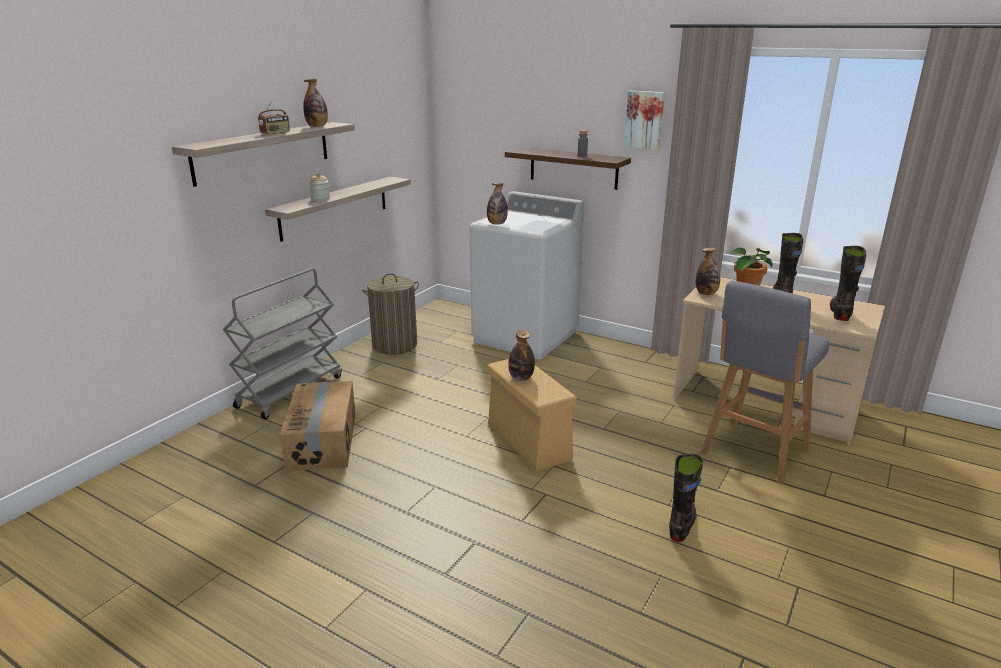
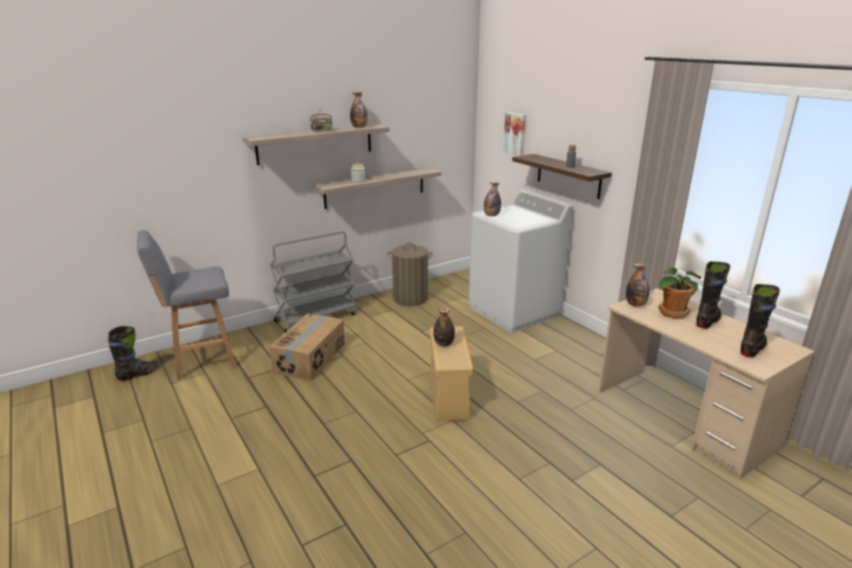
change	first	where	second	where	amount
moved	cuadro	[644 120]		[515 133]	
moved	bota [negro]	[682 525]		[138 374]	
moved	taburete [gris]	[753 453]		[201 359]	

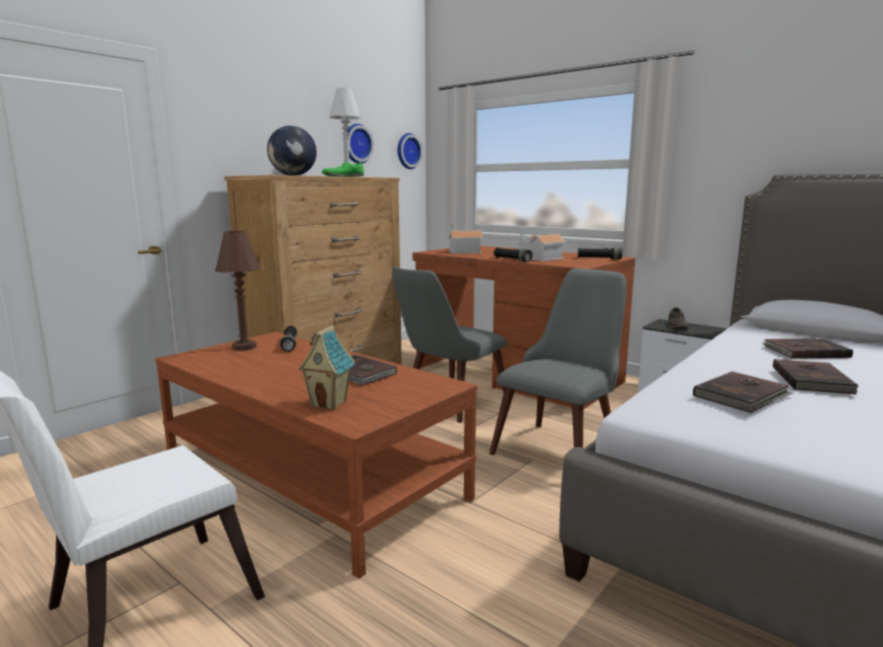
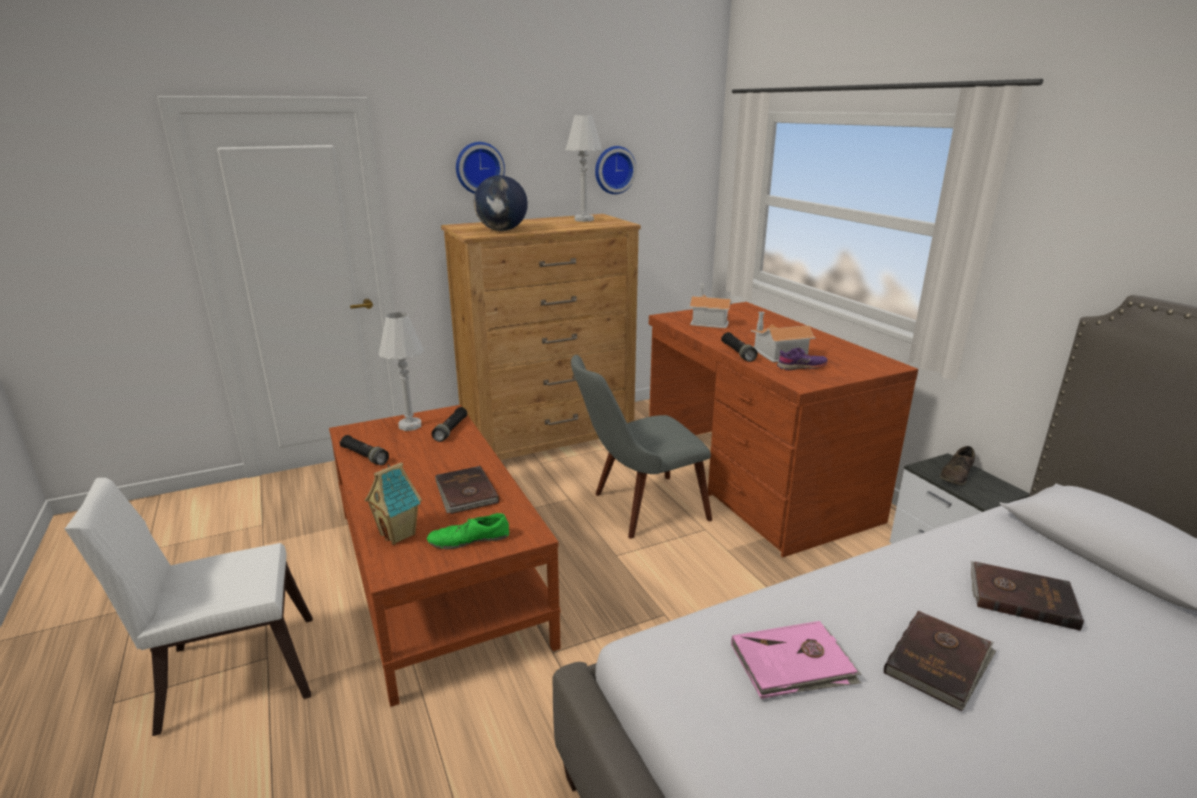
change	first	where	second	where	amount
removed	silla [gris]	[562 445]			
added			zapato [morado]	[801 367]	
moved	zapato [verde]	[343 176]		[469 539]	
moved	reloj de pared	[407 151]		[479 168]	
moved	linterna [negro]	[599 259]		[365 456]	
recoloured	lámpara de mesa [marrón]	[244 347]	lámpara de mesa [blanco]	[410 425]	
recoloured	libro [marrón]	[742 395]	libro [rosa]	[793 664]	

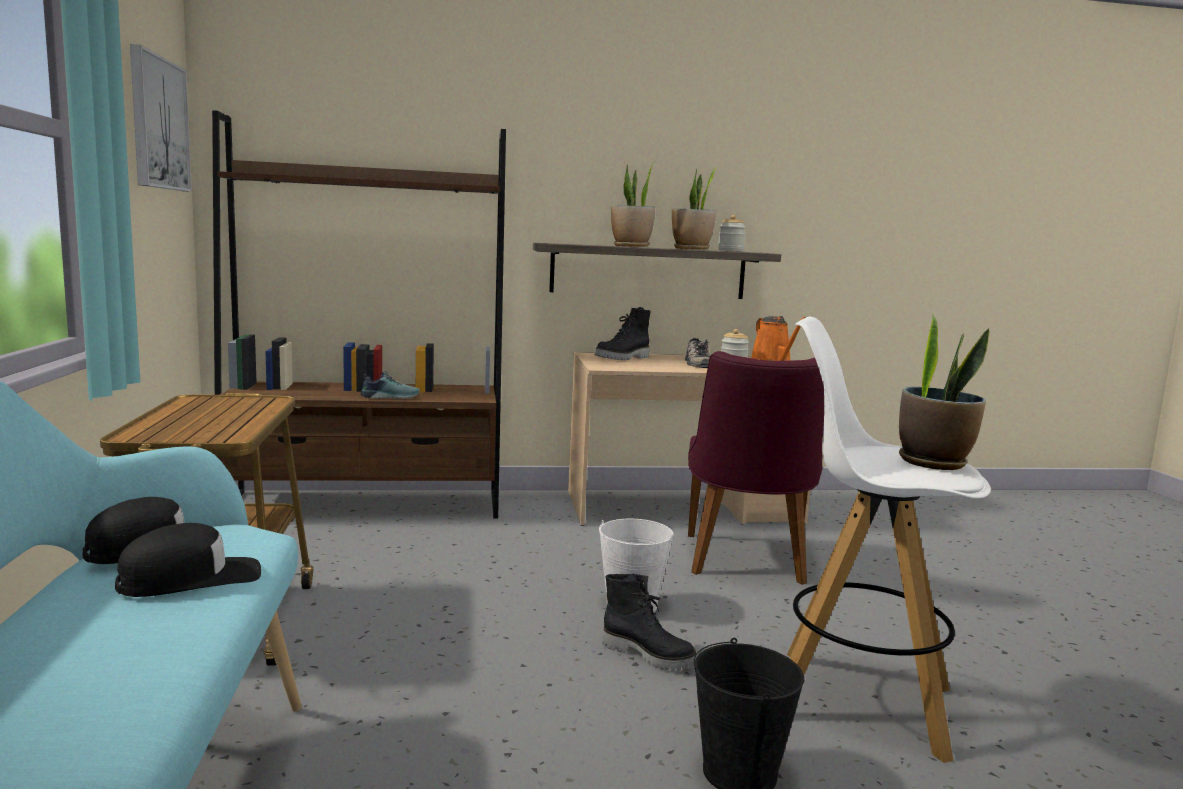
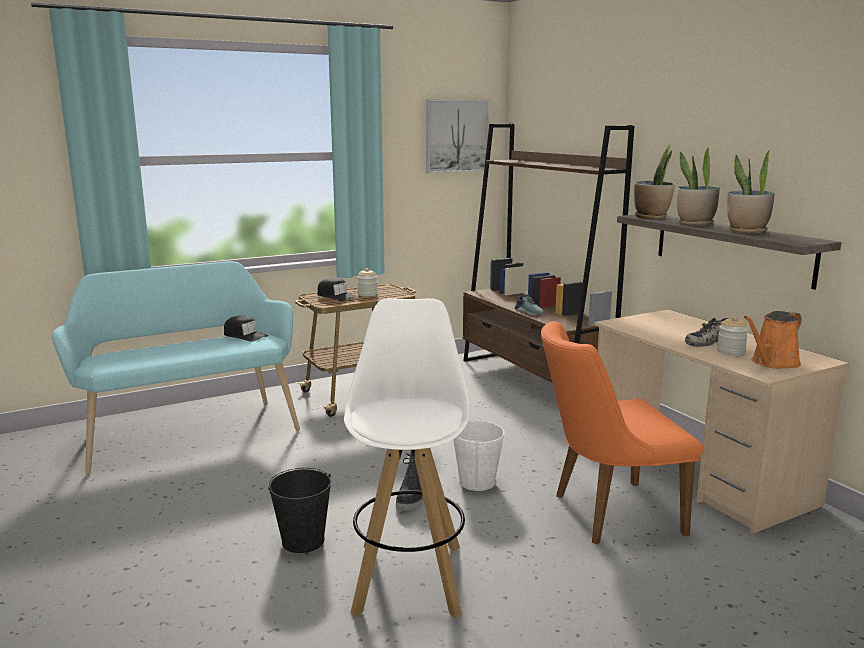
change	first	where	second	where	amount
removed	bota [negro]	[623 358]			
moved	gorra [negro]	[191 578]		[336 296]	
moved	tarro	[730 251]		[367 294]	
moved	planta en maceta	[933 462]		[651 217]	
recoloured	silla [morado]	[746 563]	silla [naranja]	[605 513]	

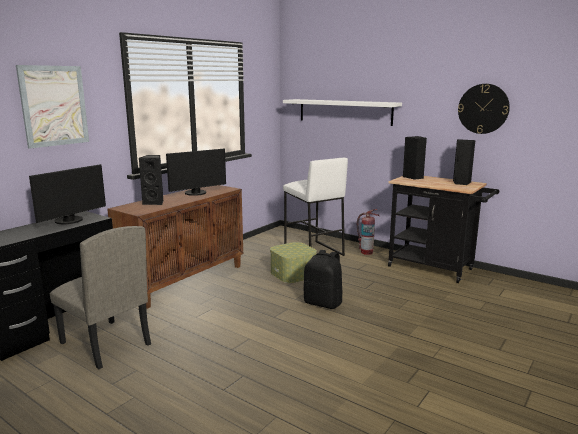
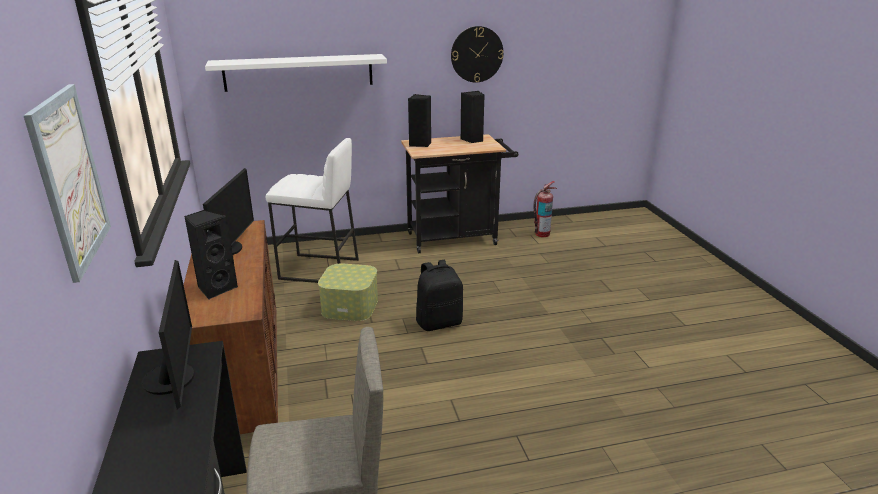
change	first	where	second	where	amount
moved	extintor	[366 252]		[542 234]	

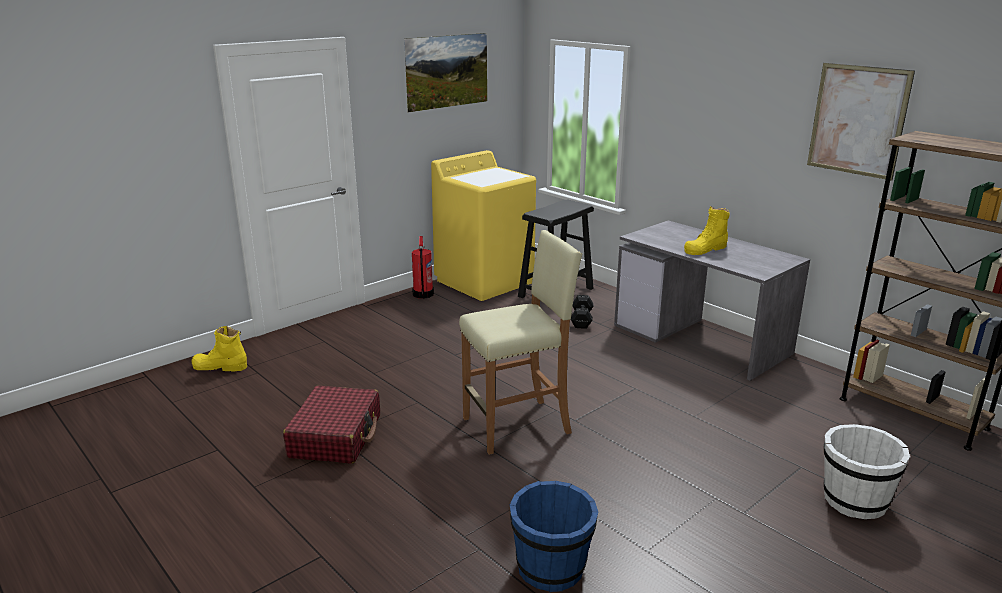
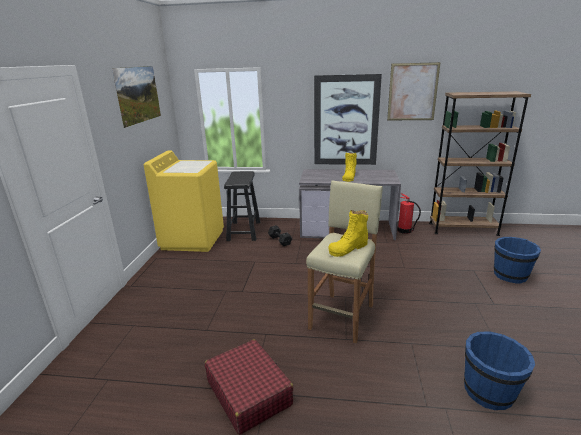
change	first	where	second	where	amount
added			cuadro	[346 121]	
moved	bota [amarillo]	[220 367]		[348 248]	
moved	extintor	[423 294]		[405 231]	
recoloured	cubo [blanco]	[854 501]	cubo [azul]	[510 275]	

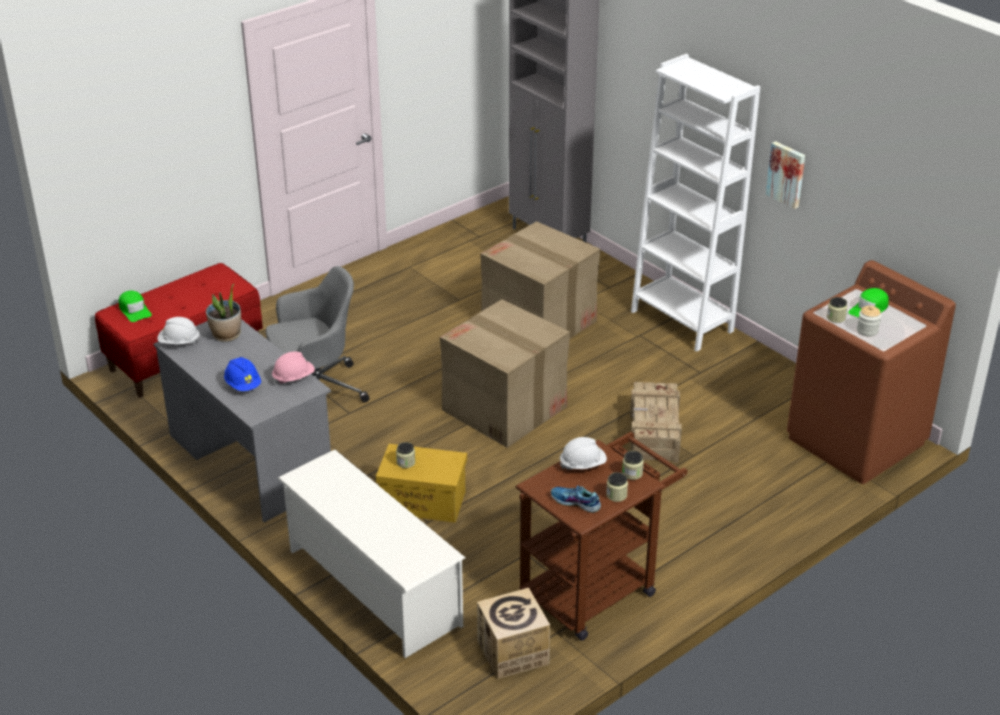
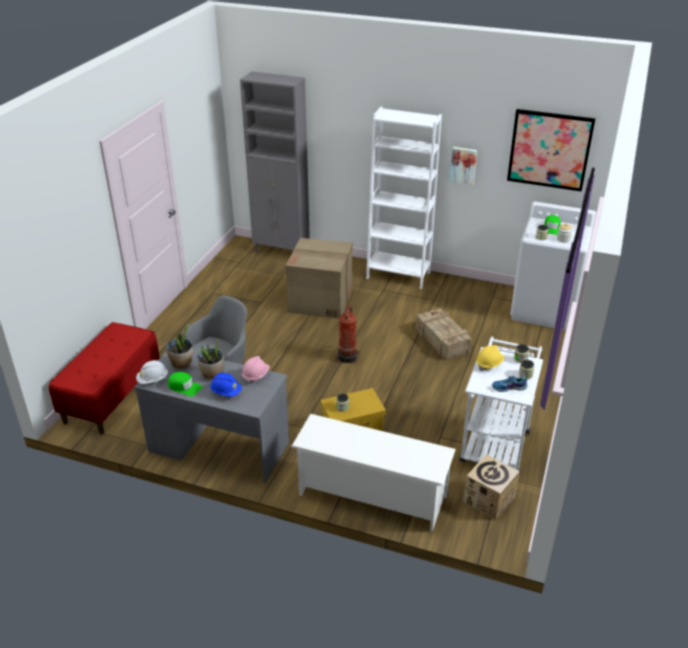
change	first	where	second	where	amount
added			planta en maceta	[212 374]	
added			cuadro	[549 150]	
moved	gorra [verde]	[134 310]		[184 387]	
replaced	caja de cartón	[505 408]	extintor	[348 356]	
recoloured	carrito [marrón]	[596 587]	carrito [blanco]	[496 441]	
recoloured	casco [blanco]	[582 464]	casco [amarillo]	[489 364]	
recoloured	lavadora [marrón]	[856 441]	lavadora [blanco]	[544 309]	

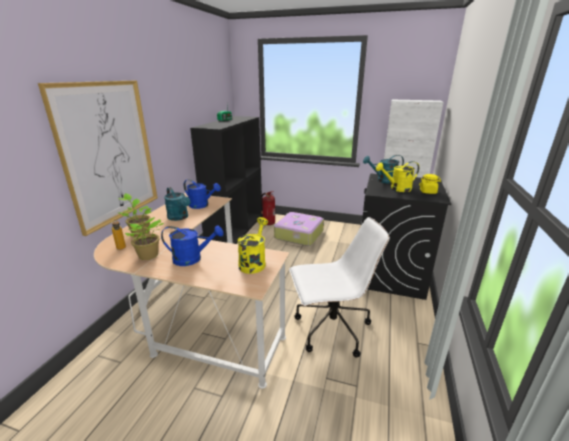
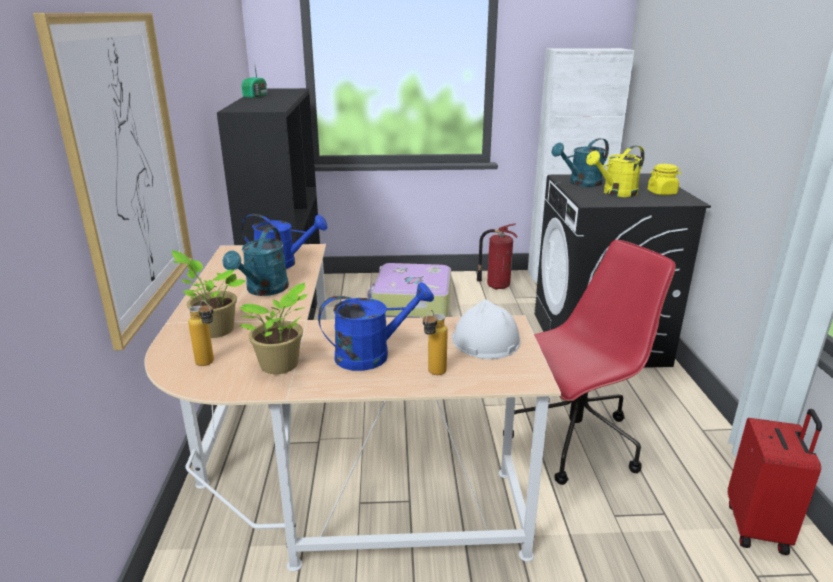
change	first	where	second	where	amount
added			botella	[433 374]	
added			maleta [rojo]	[758 528]	
moved	extintor	[268 223]		[496 285]	
replaced	regadera [amarillo]	[253 262]	casco [blanco]	[485 340]	
recoloured	silla de oficina [blanco]	[331 330]	silla de oficina [rojo]	[571 442]	
turned	regadera [turquesa]	[179 217]		[263 290]	75 degrees clockwise

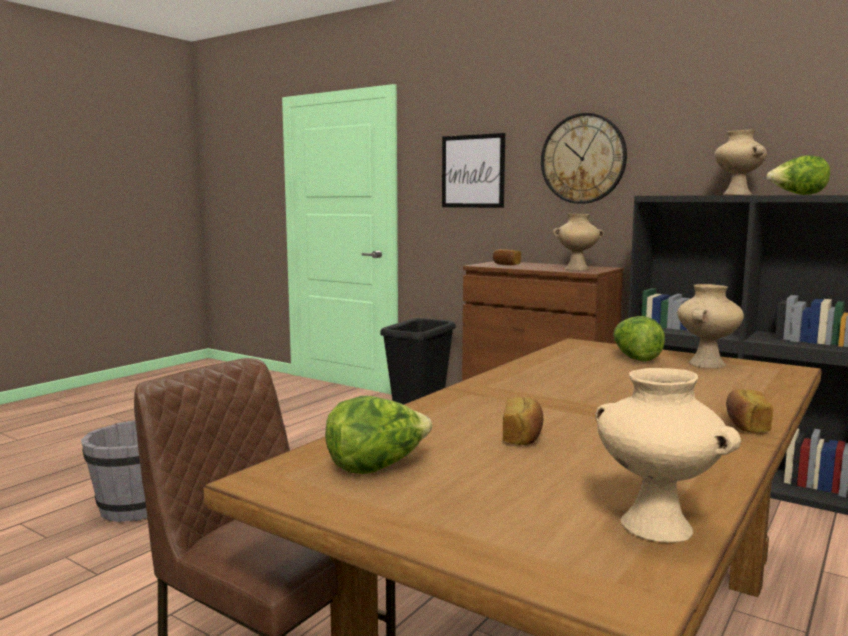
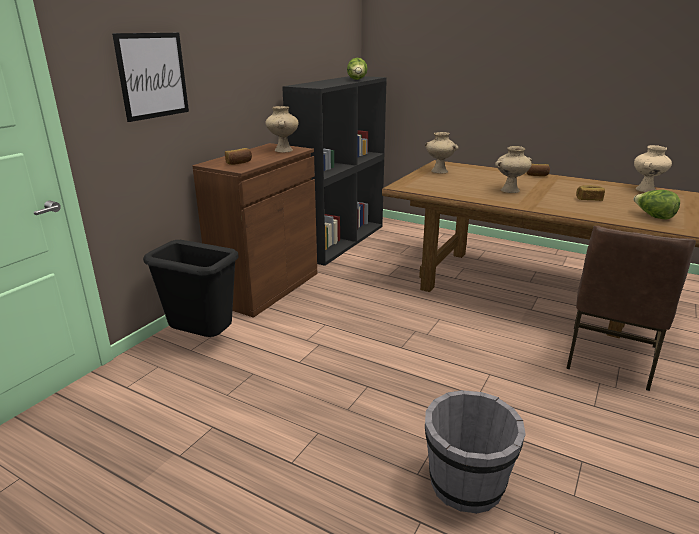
change	first	where	second	where	amount
removed	reloj de pared	[583 159]			
removed	lechuga	[635 358]			
moved	florero [beis]	[736 195]		[510 190]	

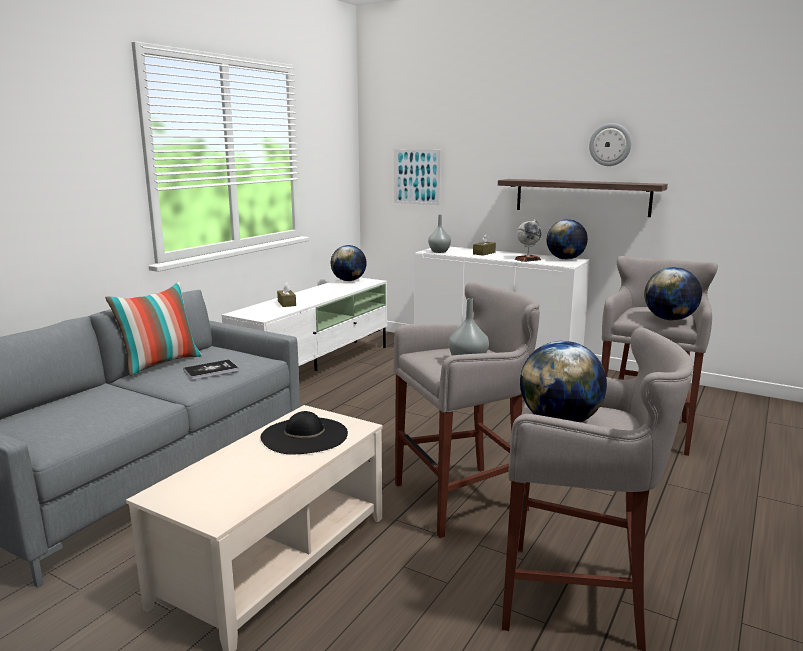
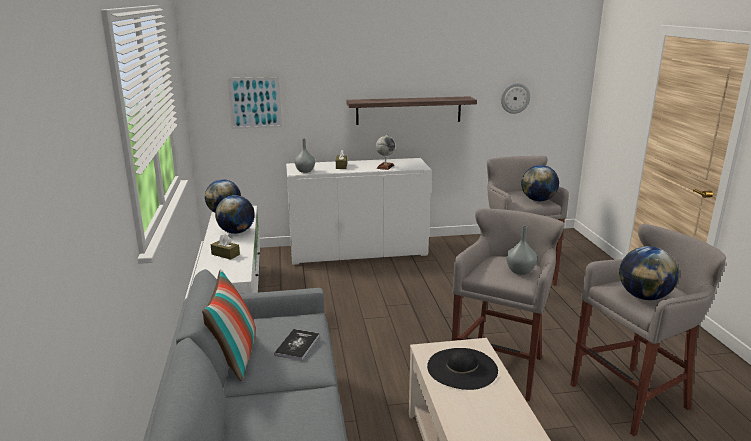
change	first	where	second	where	amount
moved	globo terráqueo	[565 259]		[236 232]	
moved	reloj de pared	[610 144]		[515 98]	

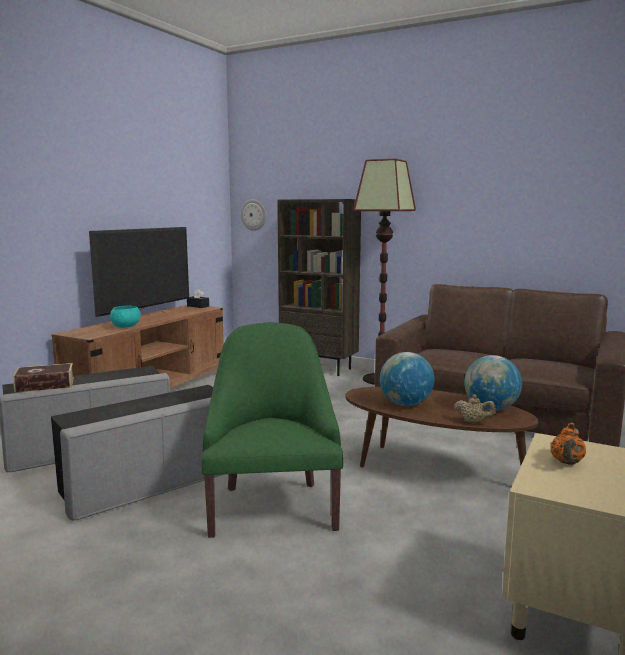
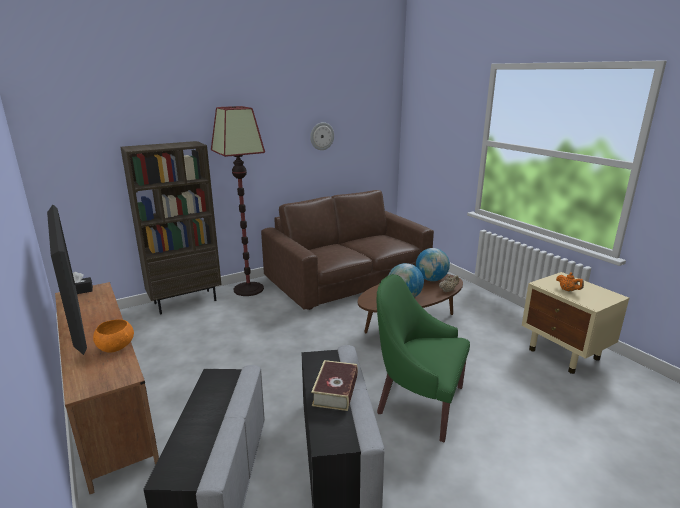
change	first	where	second	where	amount
moved	libro	[45 385]		[335 391]	
moved	reloj de pared	[254 215]		[321 136]	
recoloured	cuenco [turquesa]	[126 327]	cuenco [naranja]	[116 347]	

